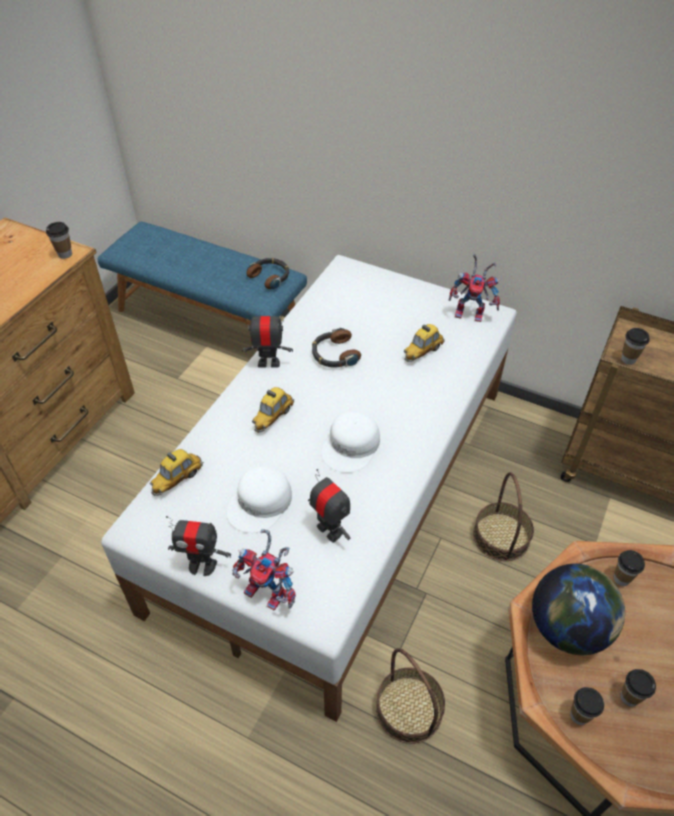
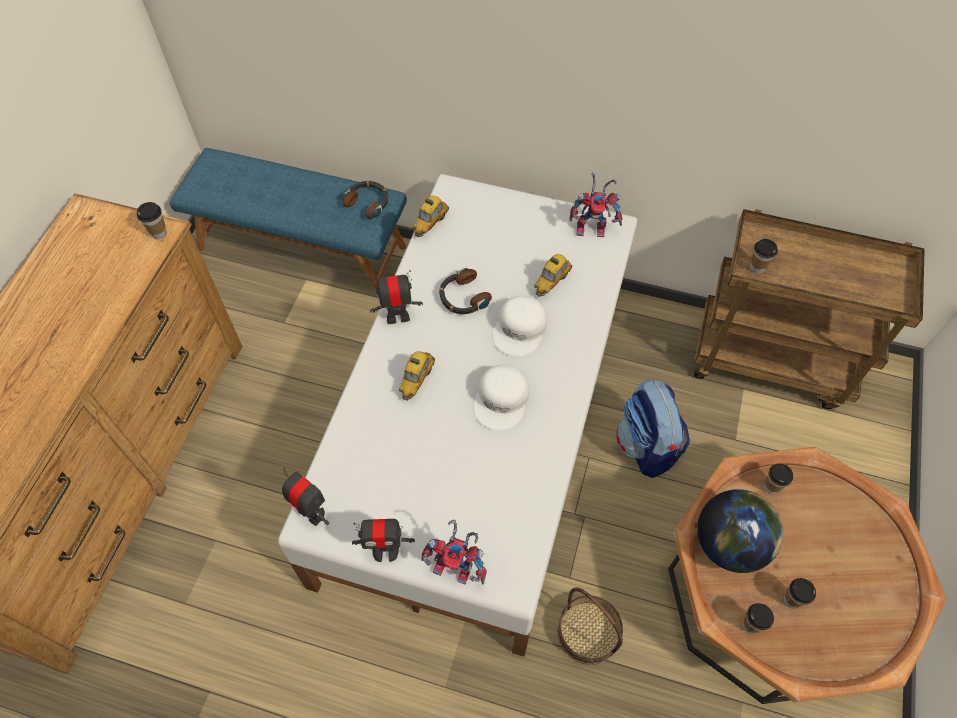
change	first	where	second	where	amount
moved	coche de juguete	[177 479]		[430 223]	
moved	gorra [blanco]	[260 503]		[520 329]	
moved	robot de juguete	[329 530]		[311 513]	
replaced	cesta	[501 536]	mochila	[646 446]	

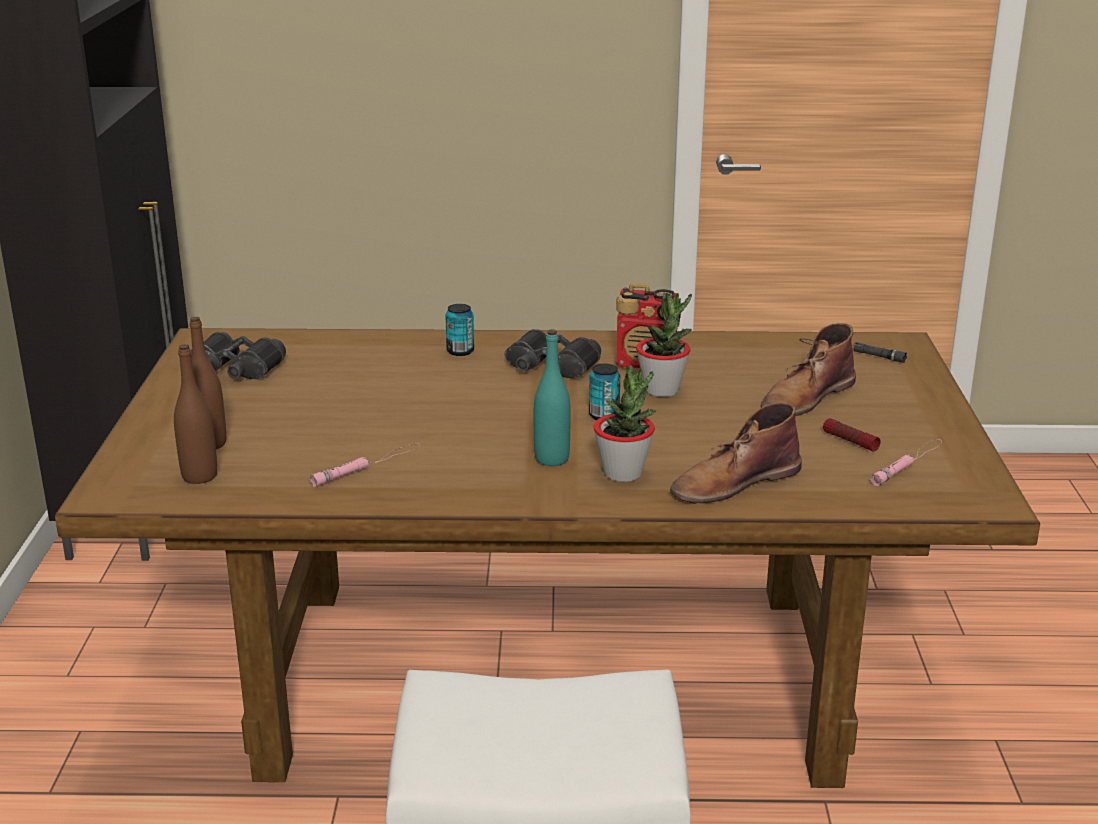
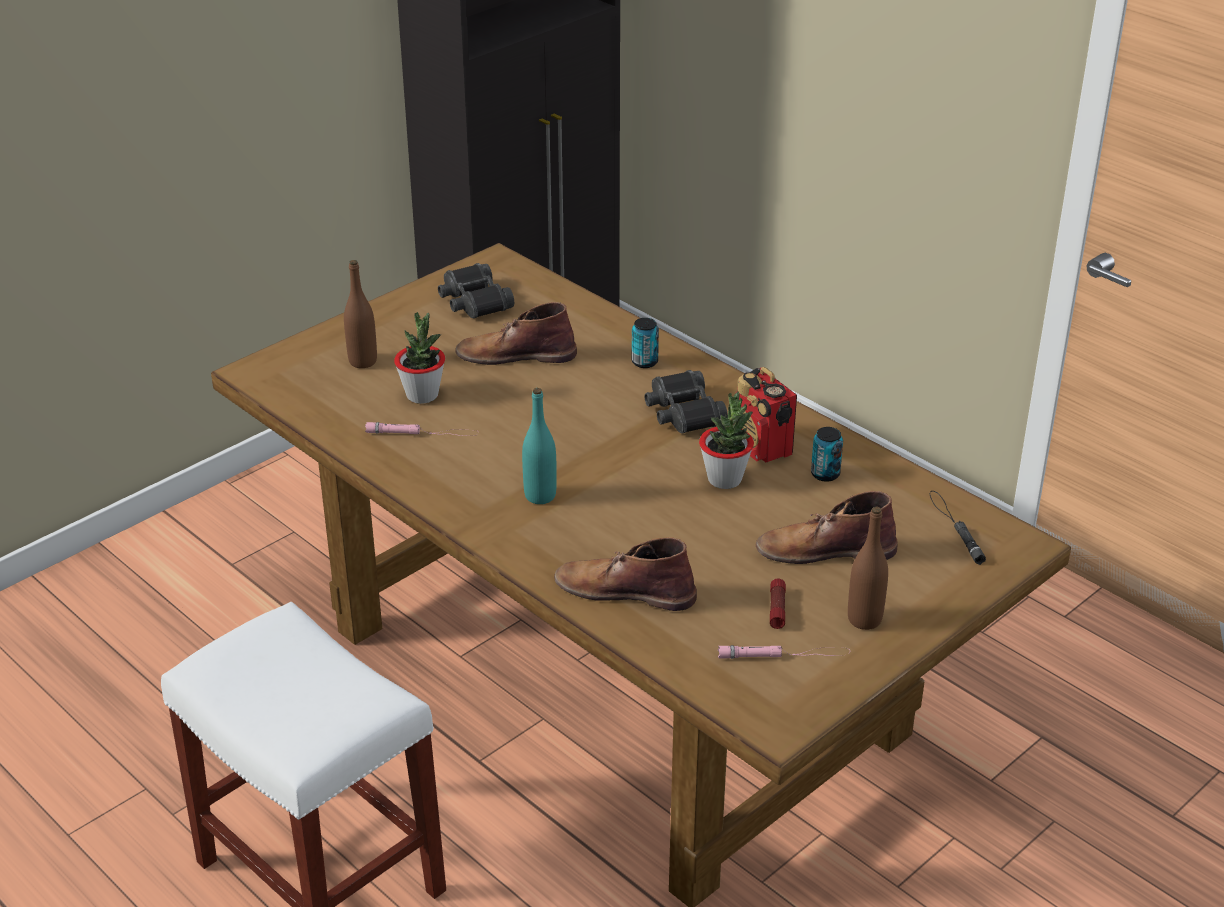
change	first	where	second	where	amount
added			bota [marrón]	[515 354]	
moved	botella [marrón]	[199 476]		[864 619]	
moved	lata	[604 416]		[825 474]	
moved	planta en maceta	[623 473]		[422 395]	

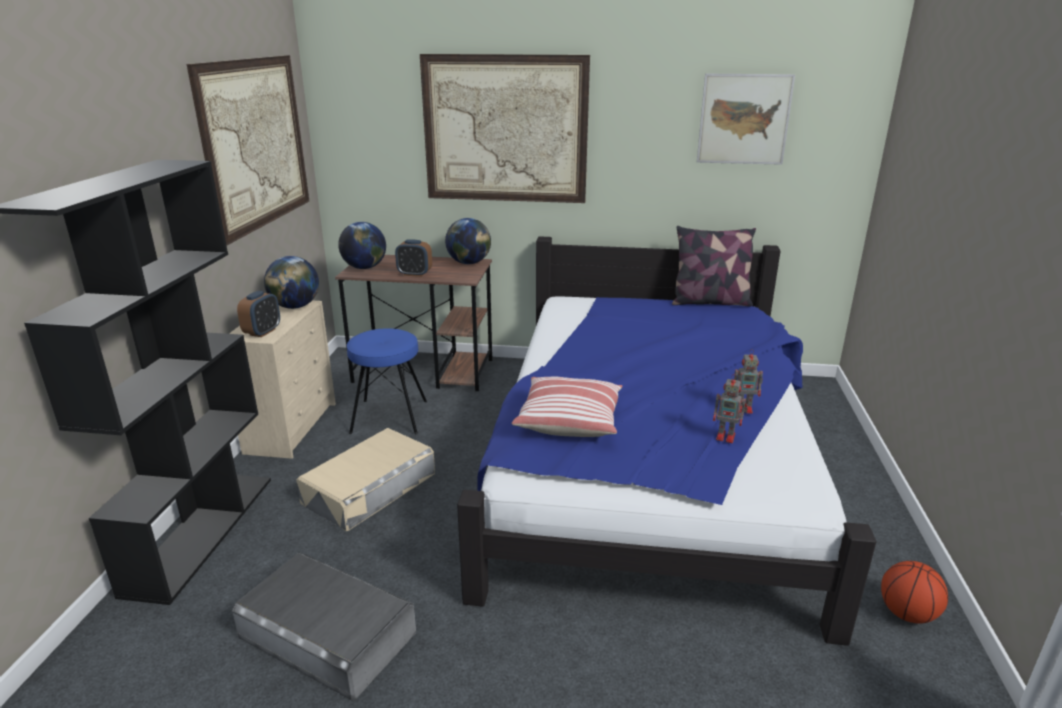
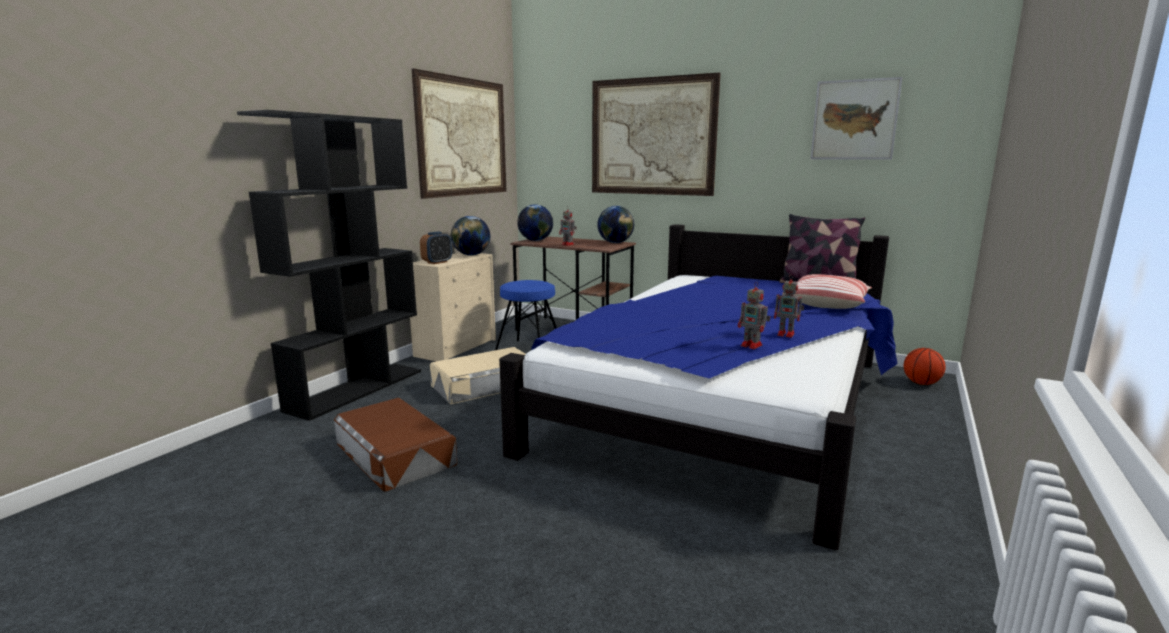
change	first	where	second	where	amount
moved	cojín	[569 420]		[826 304]	
moved	balón de baloncesto	[906 614]		[921 383]	
replaced	despertador	[414 274]	robot de juguete	[568 244]	
recoloured	caja de almacenaje [gris]	[327 634]	caja de almacenaje [marrón]	[394 454]	

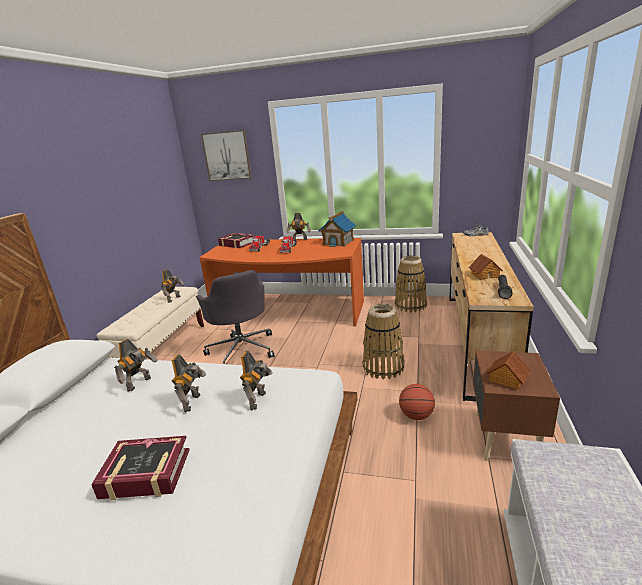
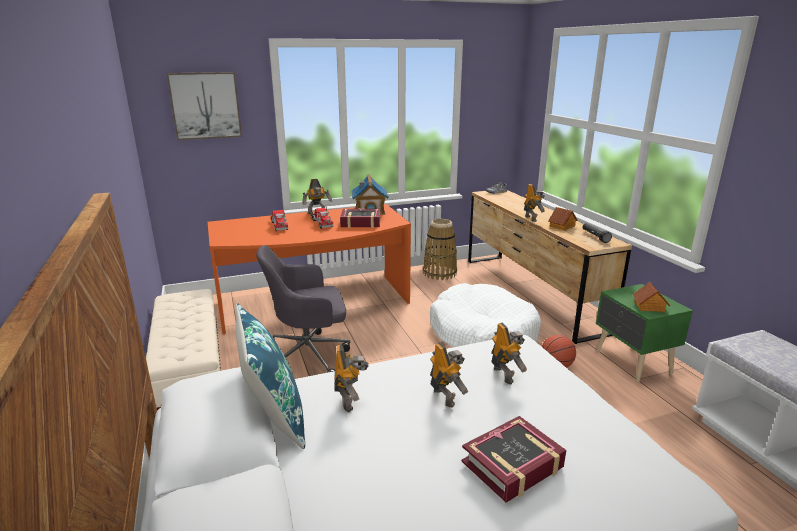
change	first	where	second	where	amount
added			cojín [azul]	[274 416]	
moved	robot de juguete	[175 299]		[531 218]	
moved	libro	[237 244]		[361 222]	
replaced	cesta	[383 367]	cama para perro [blanco]	[483 335]	
recoloured	mesita de noche [marrón]	[505 439]	mesita de noche [verde]	[632 362]	
turned	silla de oficina [gris]	[242 349]		[309 355]	135 degrees clockwise

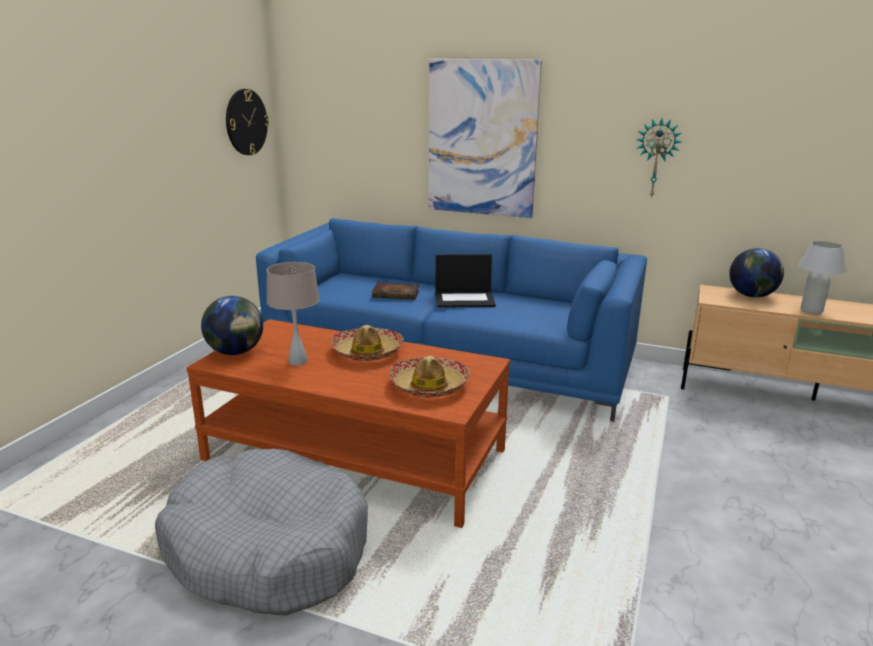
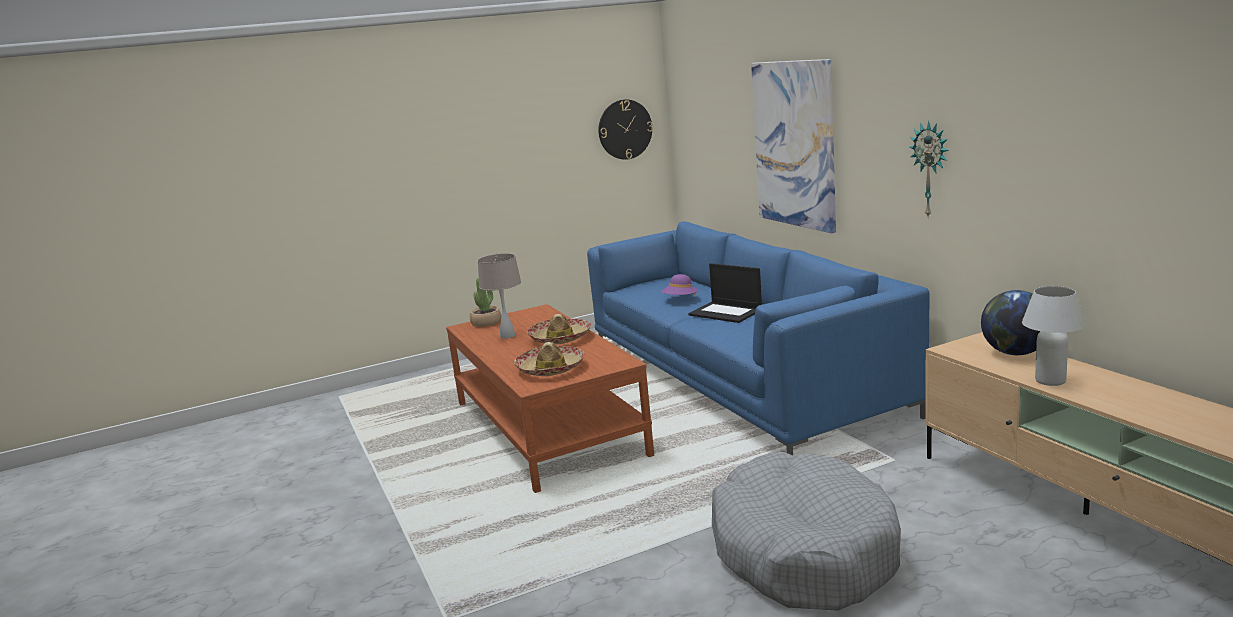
change	first	where	second	where	amount
moved	cama para perro [gris]	[267 549]		[803 551]	
replaced	globo terráqueo	[236 352]	planta en maceta	[486 323]	
replaced	libro	[397 294]	sombrero [morado]	[680 299]	

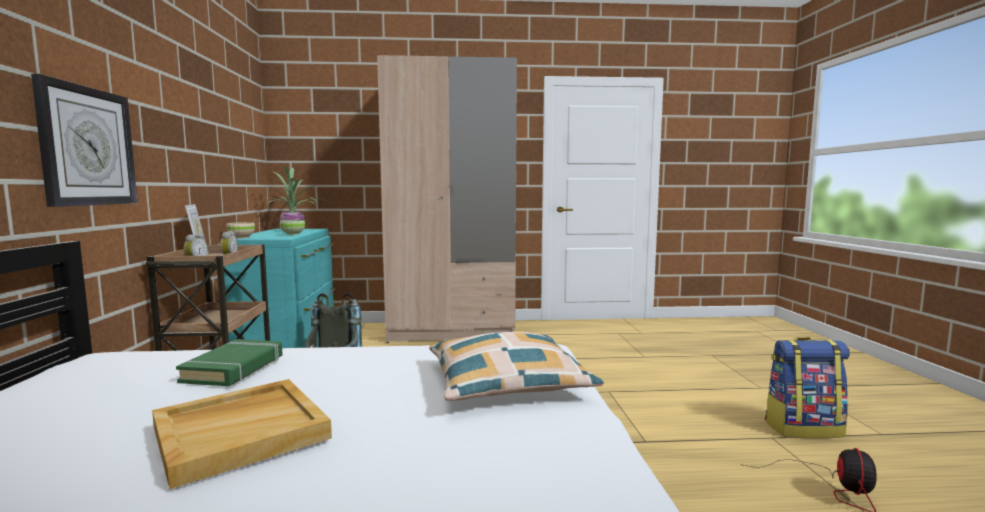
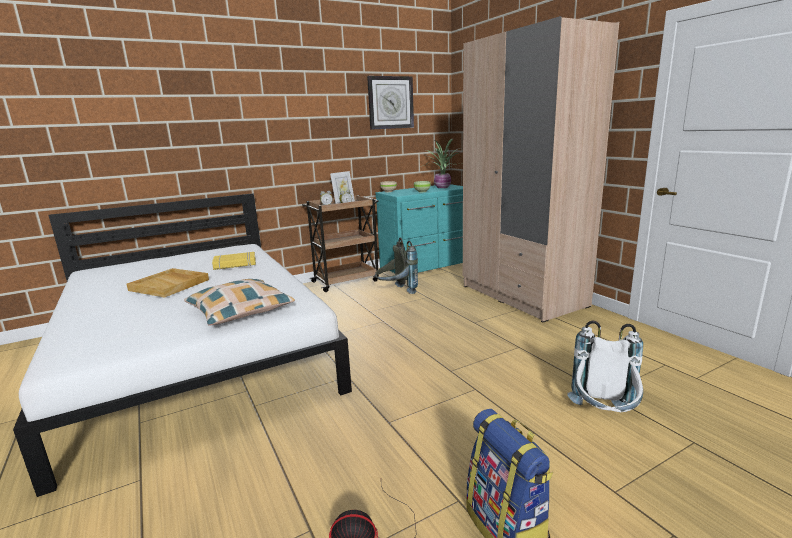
change	first	where	second	where	amount
added			mochila [blanco]	[603 418]	
moved	reloj de pared	[87 146]		[390 102]	
recoloured	libro [verde]	[234 368]	libro [amarillo]	[235 264]	

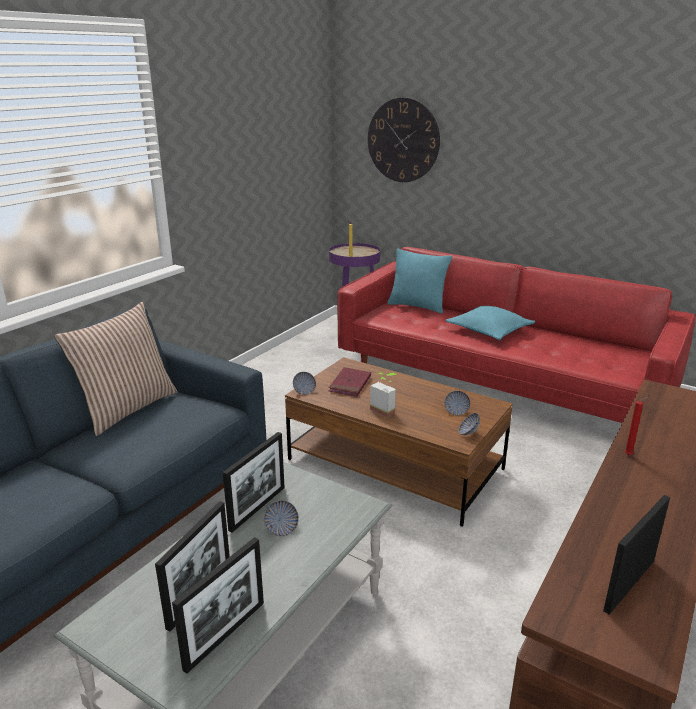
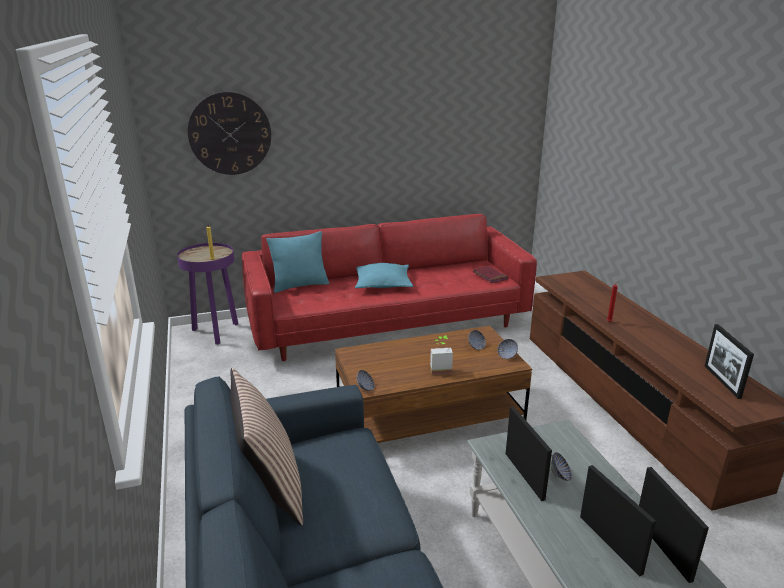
change	first	where	second	where	amount
moved	libro [rojo]	[350 384]		[490 276]	

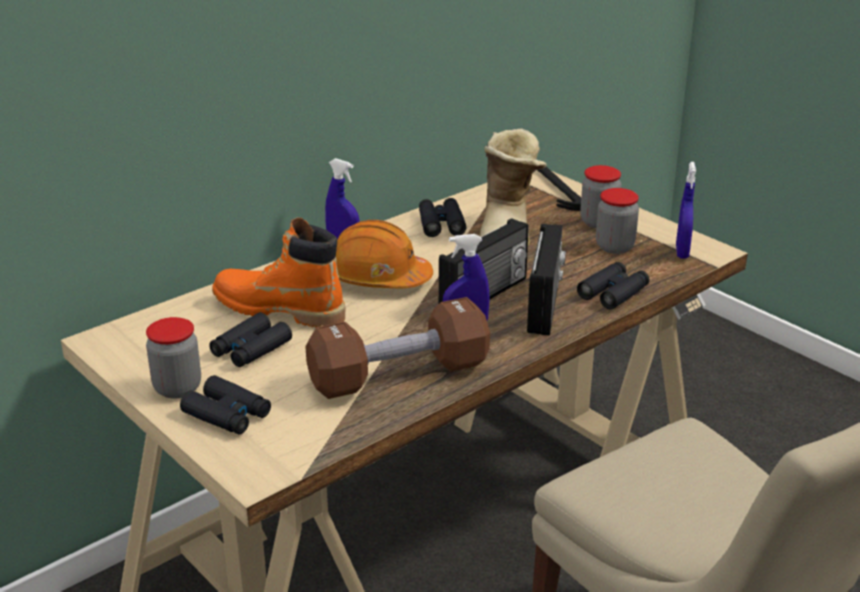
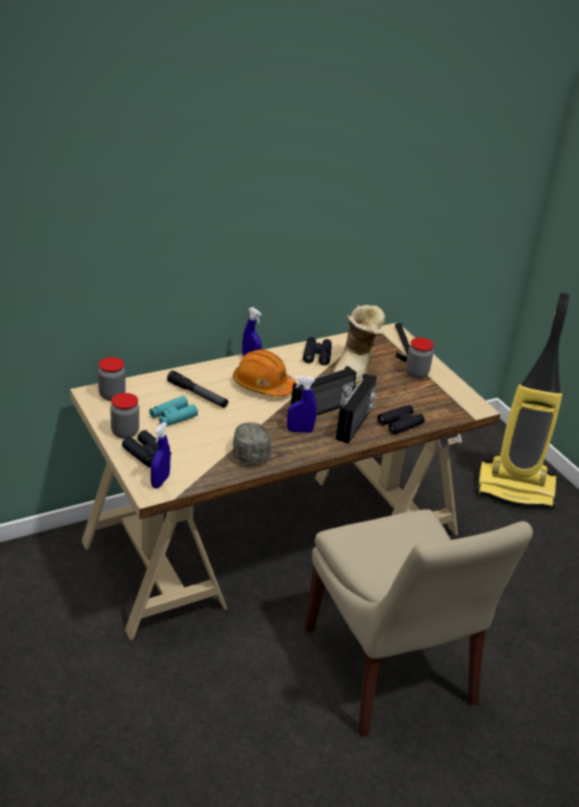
change	first	where	second	where	amount
added			aspiradora	[516 488]	
moved	tarro	[614 247]		[112 395]	
moved	pulverizador [azul]	[682 252]		[160 481]	
replaced	bota [naranja]	[279 310]	linterna	[197 395]	
replaced	mancuerna [marrón]	[399 375]	gorra [gris]	[250 450]	
recoloured	prismáticos [negro]	[251 349]	prismáticos [turquesa]	[173 416]	

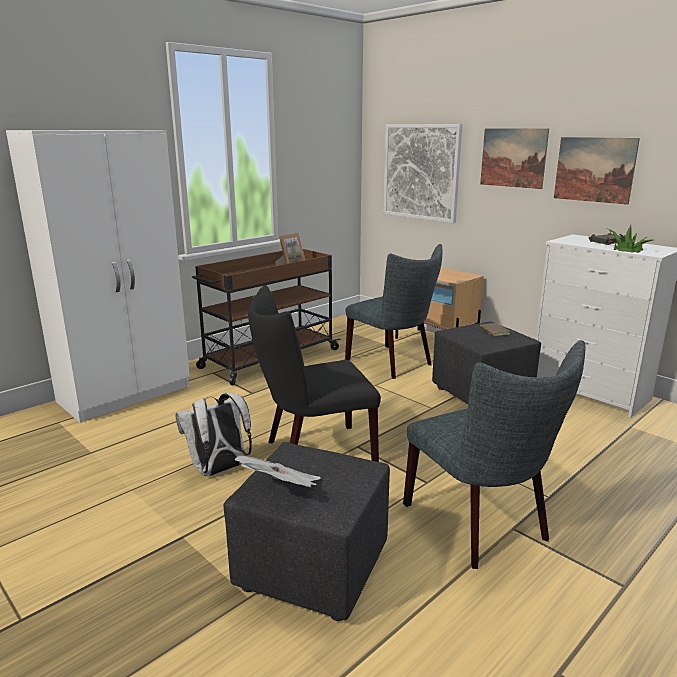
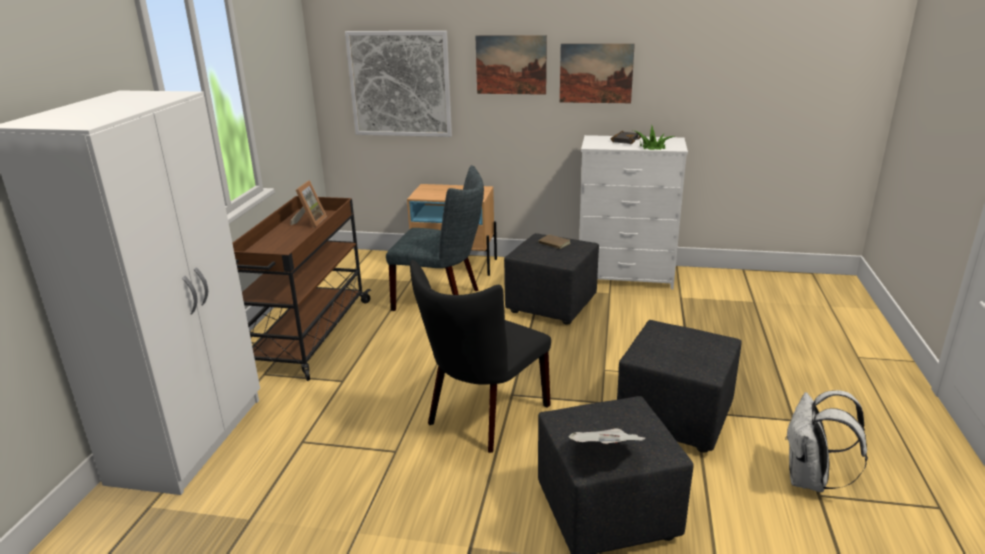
change	first	where	second	where	amount
moved	mochila [blanco]	[219 470]		[810 480]	
replaced	silla [gris]	[481 525]	puf [negro]	[675 419]	

